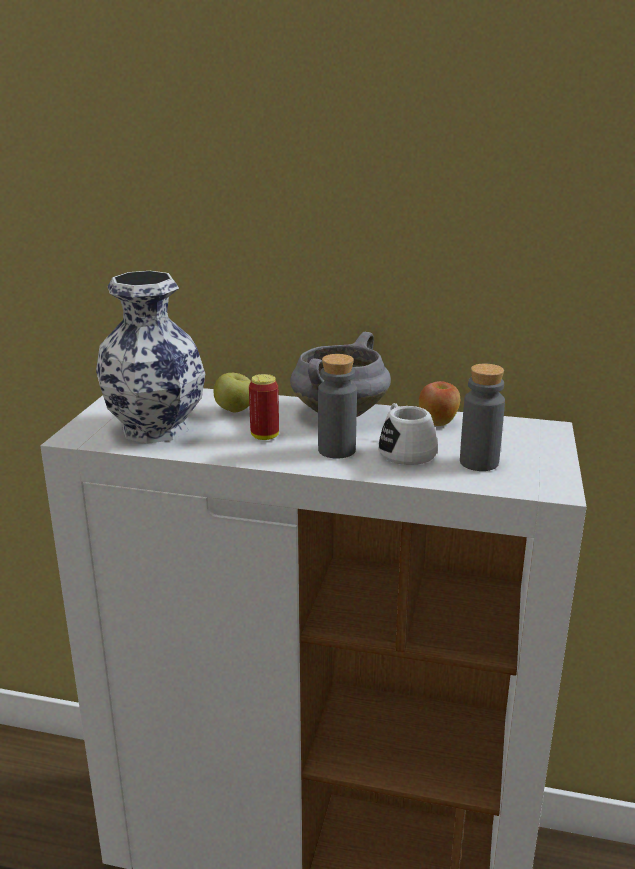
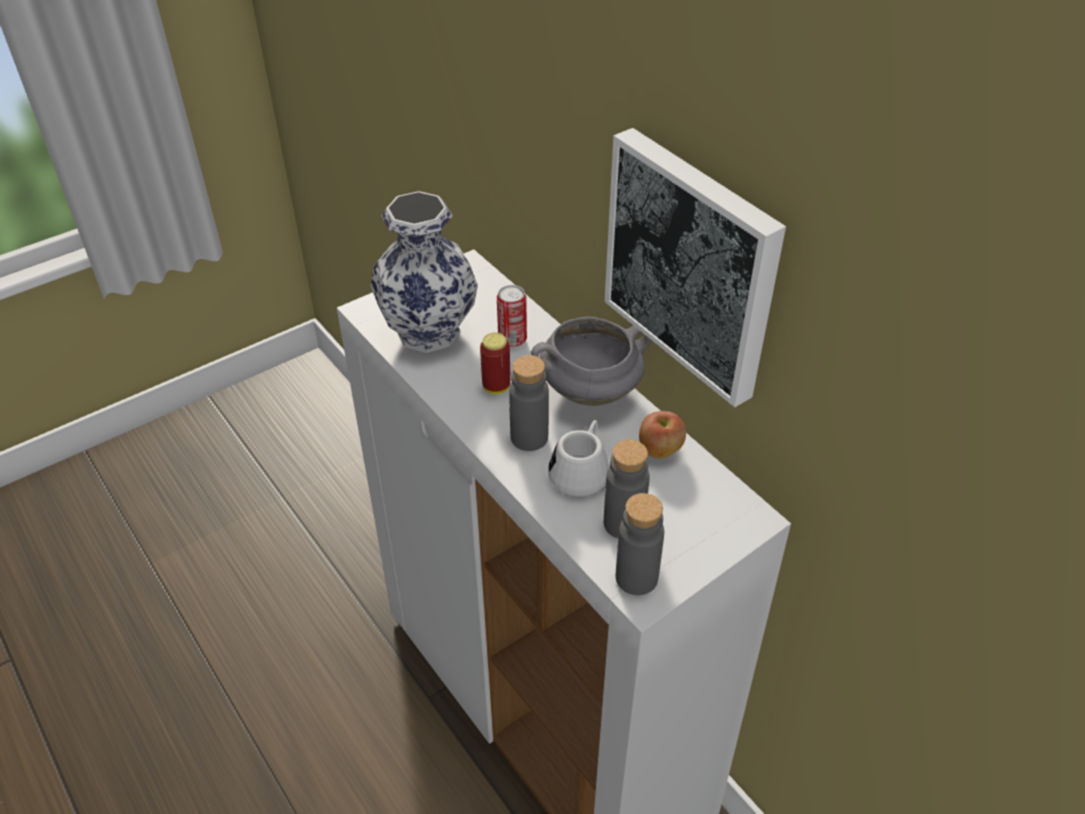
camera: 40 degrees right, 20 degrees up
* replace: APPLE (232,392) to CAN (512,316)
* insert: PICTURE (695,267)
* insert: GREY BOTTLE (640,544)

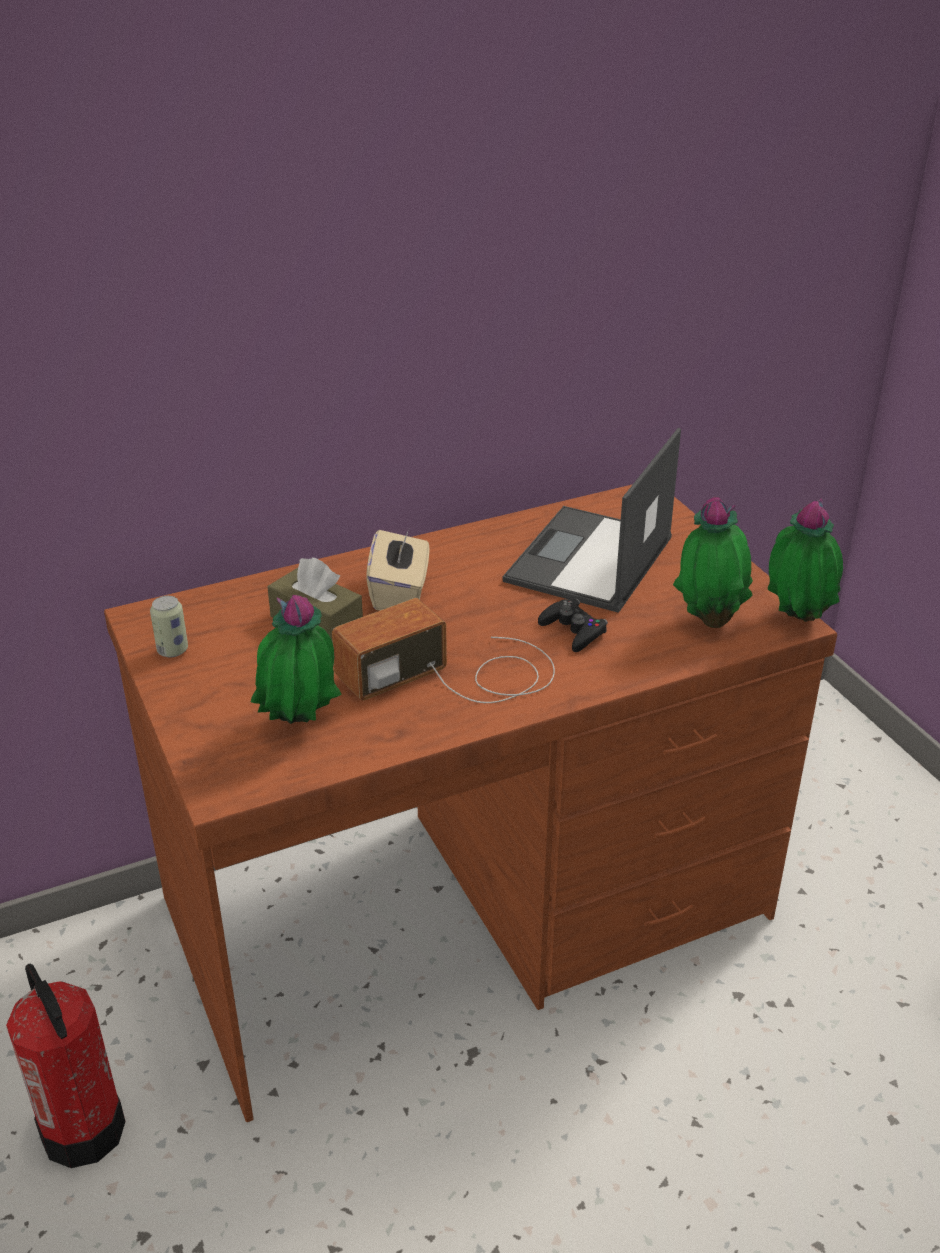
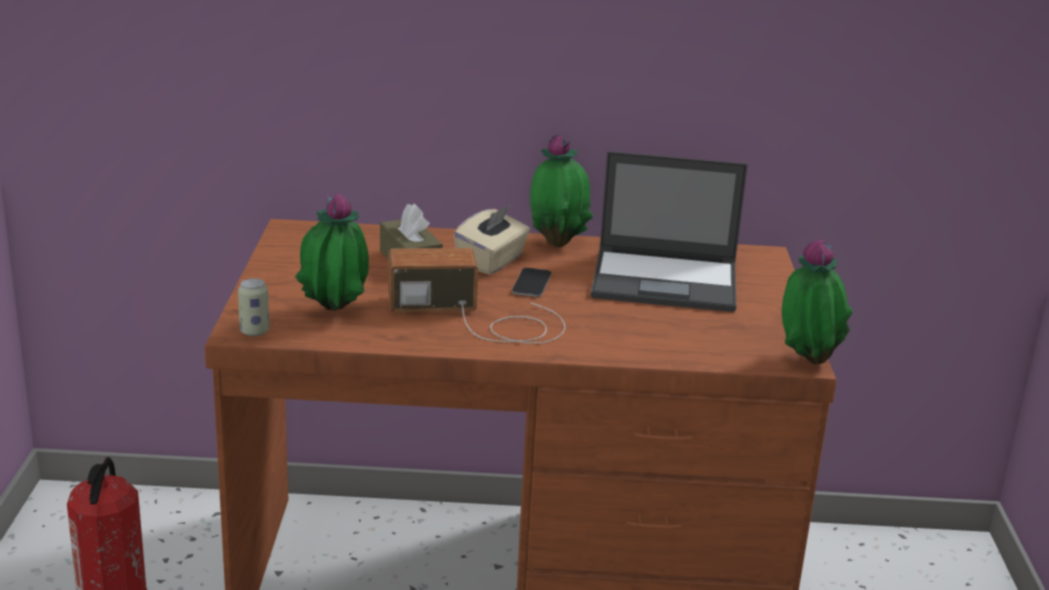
camera: 25 degrees right, 10 degrees down
* move: CAN (169,626) to (253,307)
* insert: PHONE (531,282)
* move: POTTED PLANT (713,562) to (562,190)
* rotate: LAPTOP (591,520) = (669,231) 135 degrees counterclockwise
* delete: BLACK GAME CONTROLLER (573,625)

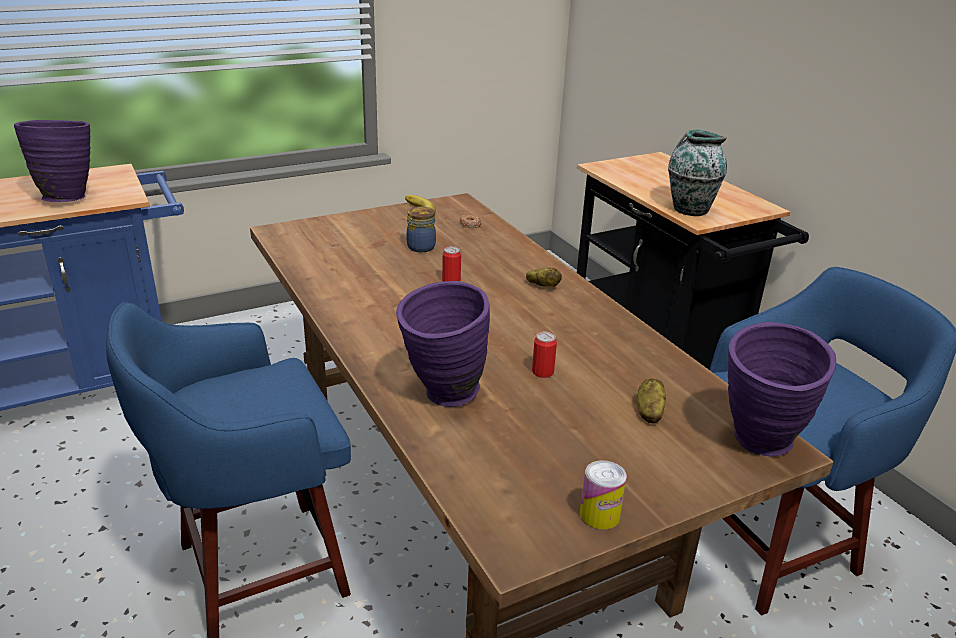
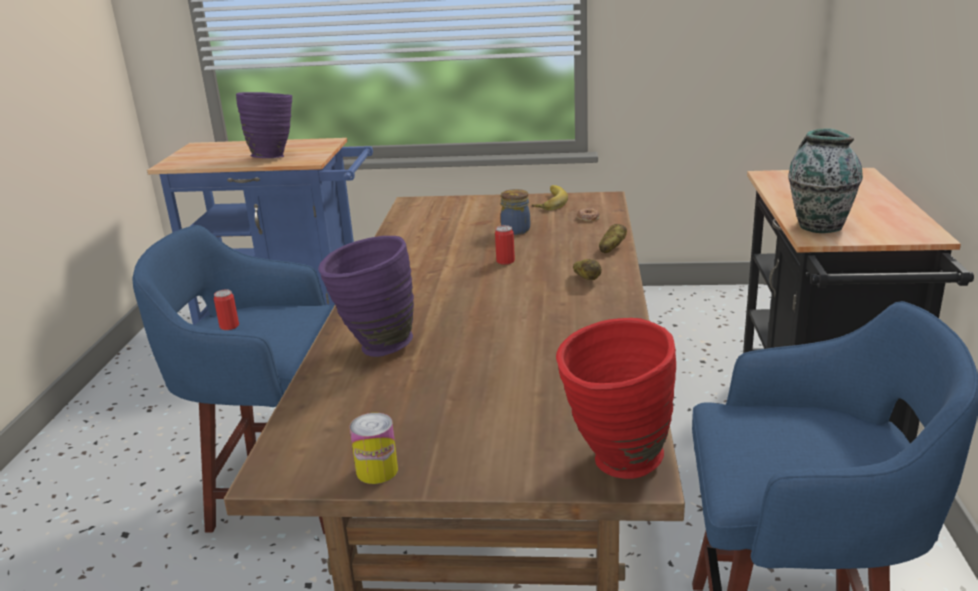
camera: 35 degrees right, 5 degrees down
* move: CAN (544,355) to (226,309)
* recolor: PURPLE VASE (782,389) to RED VASE (616,398)
* move: POTATO (652,401) to (613,238)

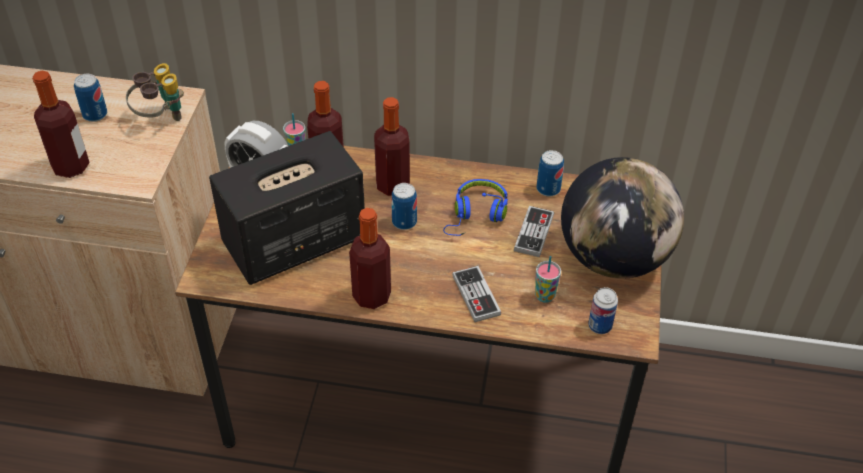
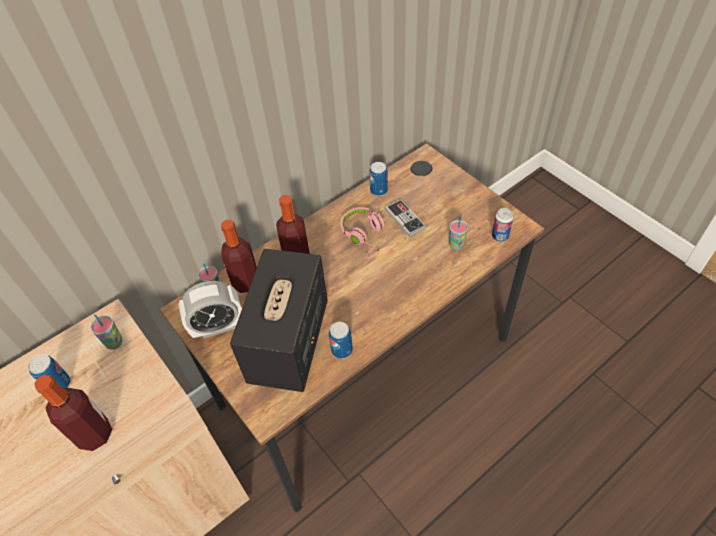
camera: 45 degrees left, 5 degrees up
* replace: BINOCULARS (155,92) to CUP (106,332)
* move: CAN (404,206) to (341,340)
* recolor: BLUE HEADPHONES (475,207) to PINK HEADPHONES (362,233)
* delete: BOTTLE (370,258)
* delete: GAME CONTROLLER (476,294)
* delete: GLOBE (622,218)

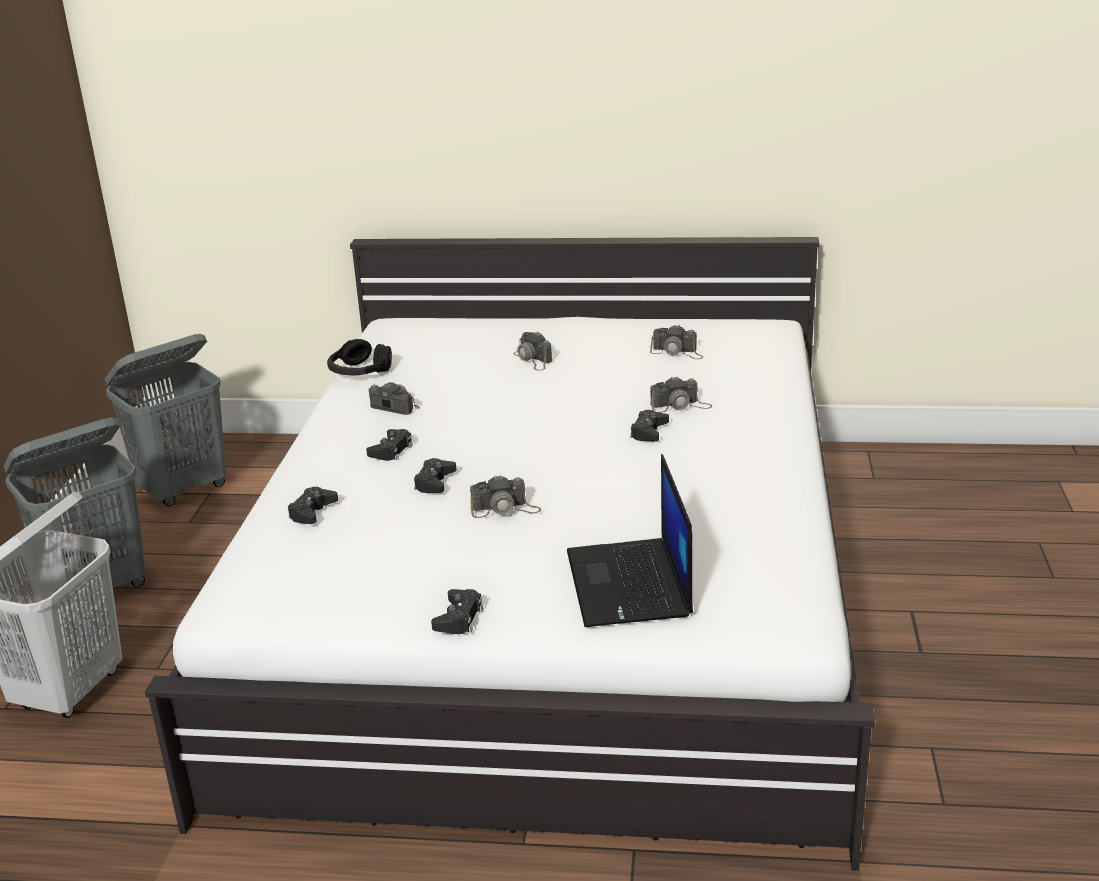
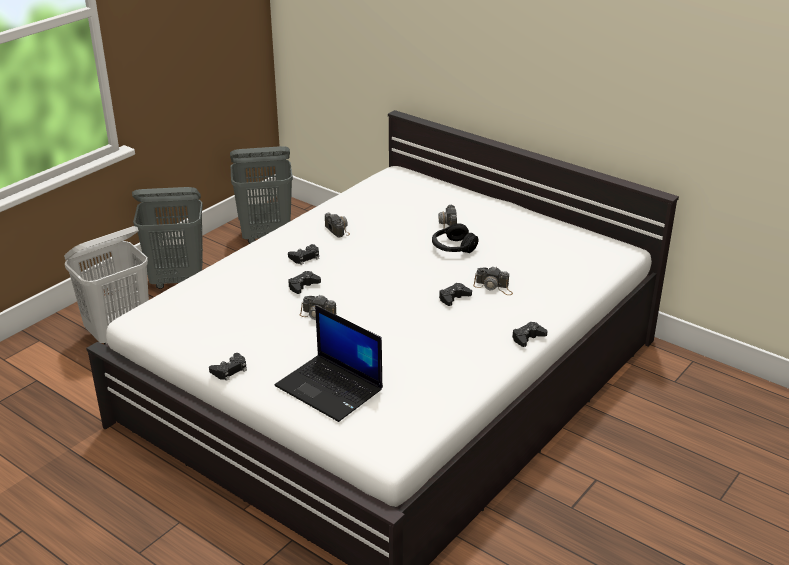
camera: 30 degrees right, 5 degrees up
* rotate: LAPTOP (630,540) = (329,363) 75 degrees counterclockwise
* move: BLACK HEADPHONES (359,357) to (455,238)
* move: BLACK GAME CONTROLLER (313,505) to (529,334)
* delete: PHOTO CAMERA (676,341)

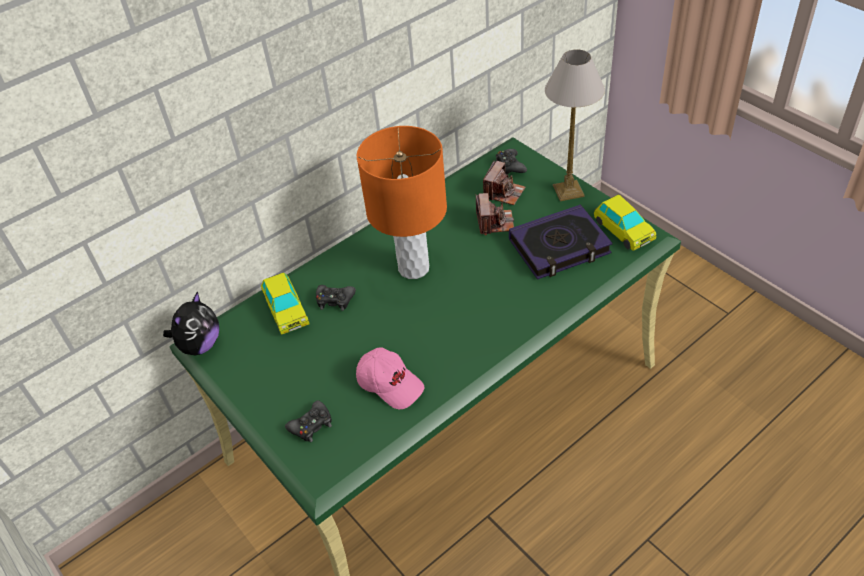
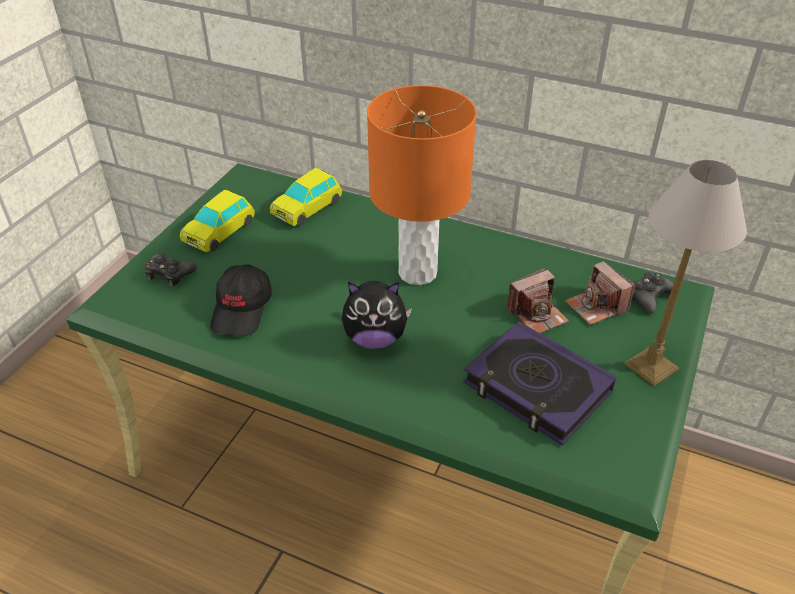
camera: 60 degrees right, 5 degrees down
* move: TOY CAR (625,223) to (217,221)
* recolor: PINK CAP (390,378) to BLACK CAP (241,300)
* move: PLUSH TOY (191,323) to (377,315)
* rotate: PHOTO CAMERA (504,183) = (600,293) 60 degrees clockwise
* delete: BLACK GAME CONTROLLER (336,298)

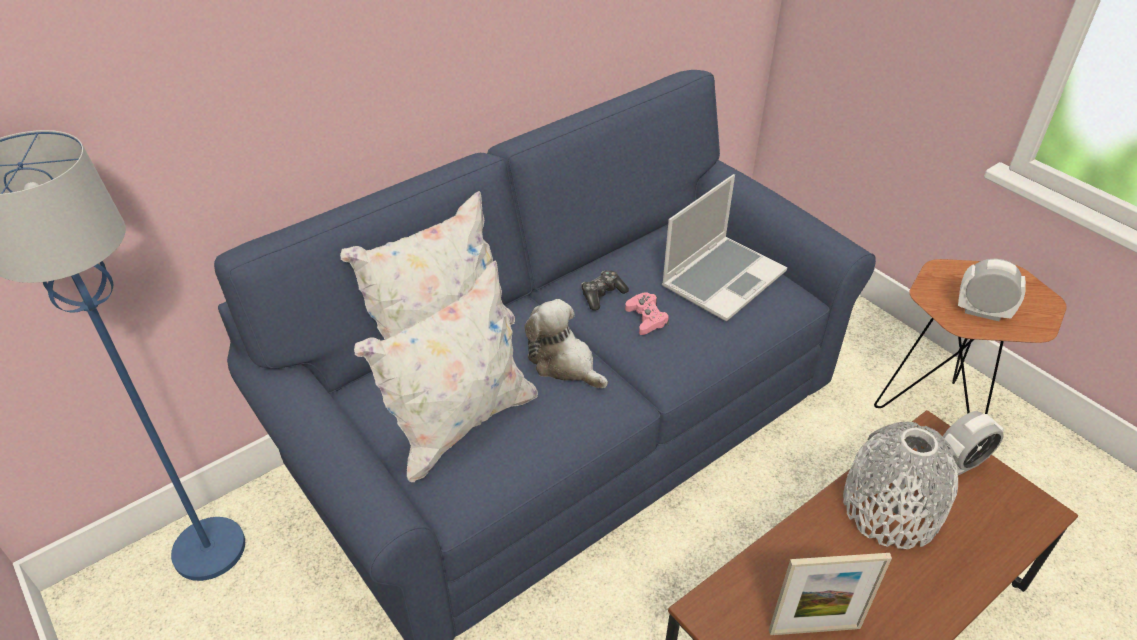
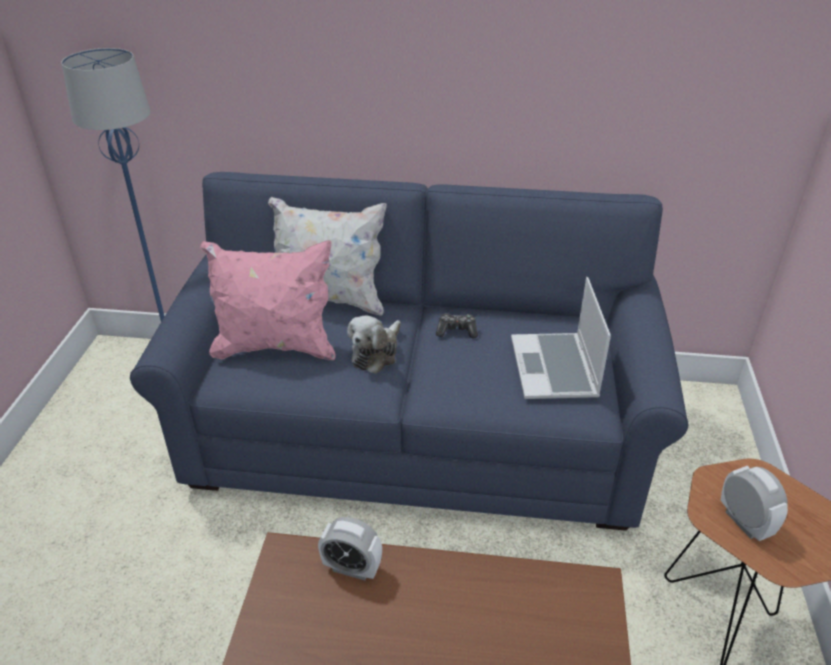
camera: 45 degrees right, 5 degrees down
* recolor: WHITE PILLOW (446,371) to PINK PILLOW (268,300)
* move: ALARM CLOCK (973,443) to (350,548)
* rotate: PLUSH TOY (566,343) = (374,344) 150 degrees counterclockwise
* rotate: LAPTOP (724,248) = (561,338) 90 degrees clockwise
* delete: PINK GAME CONTROLLER (647,314)
* delete: PICTURE FRAME (830,594)
* delete: GREY VASE (900,485)

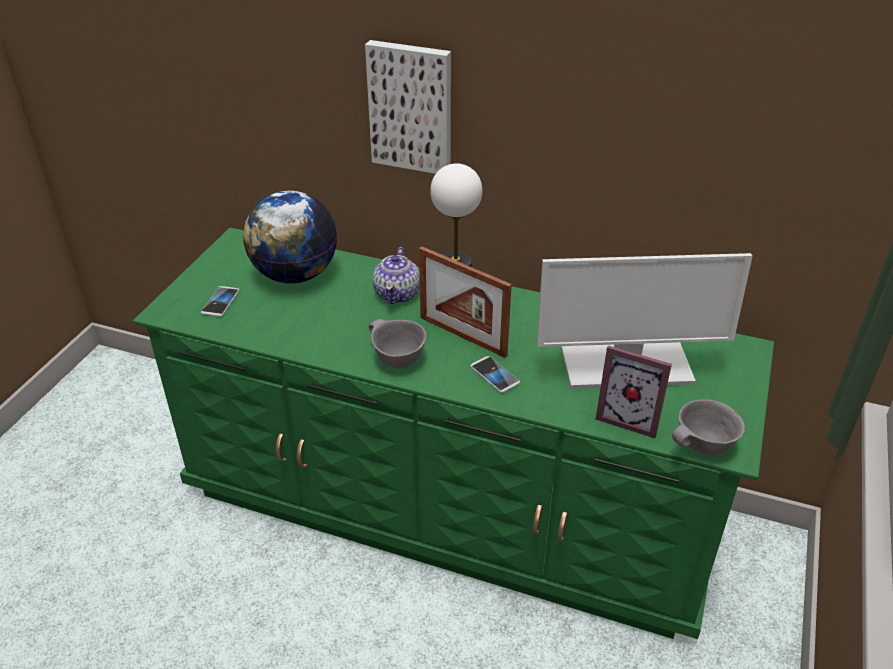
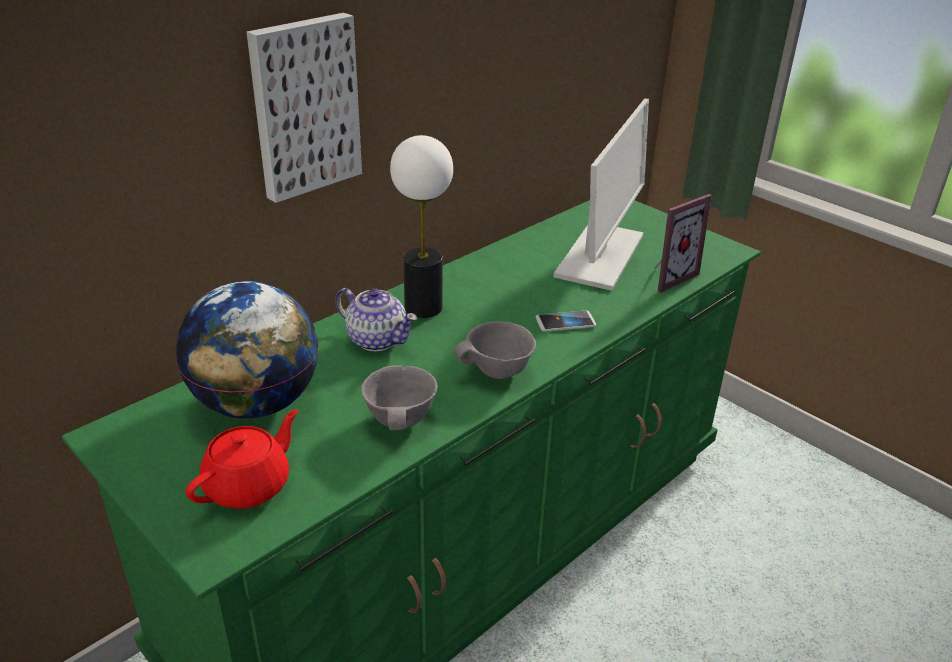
camera: 65 degrees left, 5 degrees down
* replace: PHONE (220,301) to RED TEAPOT (242,459)
* move: GREY BOWL (708,427) to (399,397)
* delete: PICTURE FRAME (465,302)

